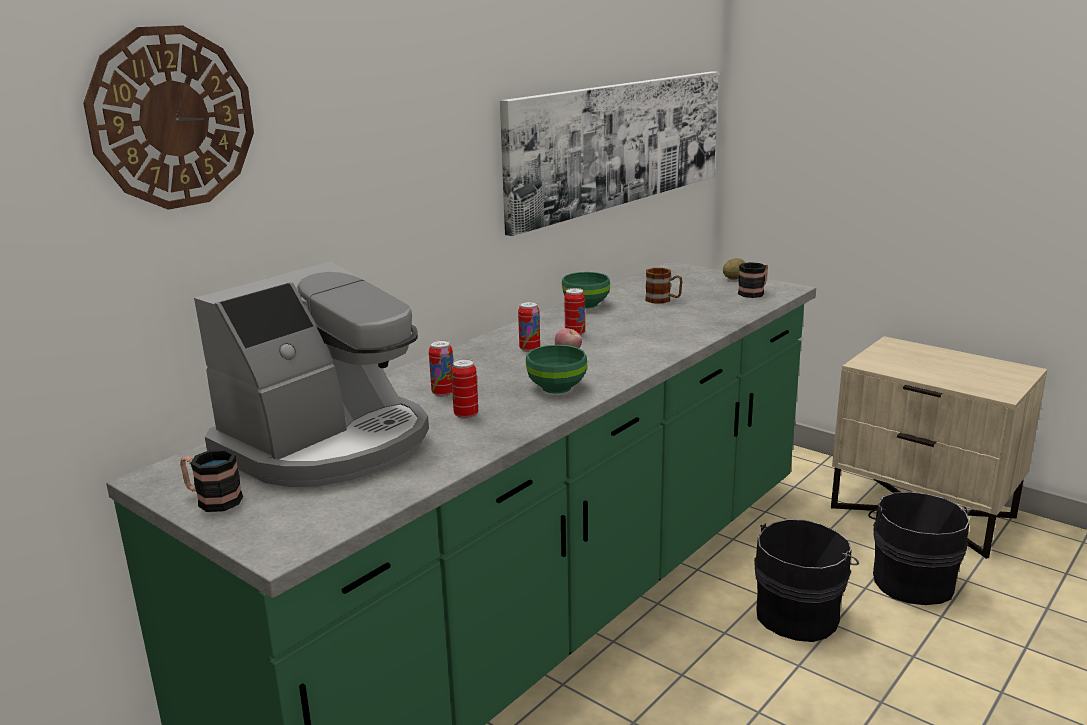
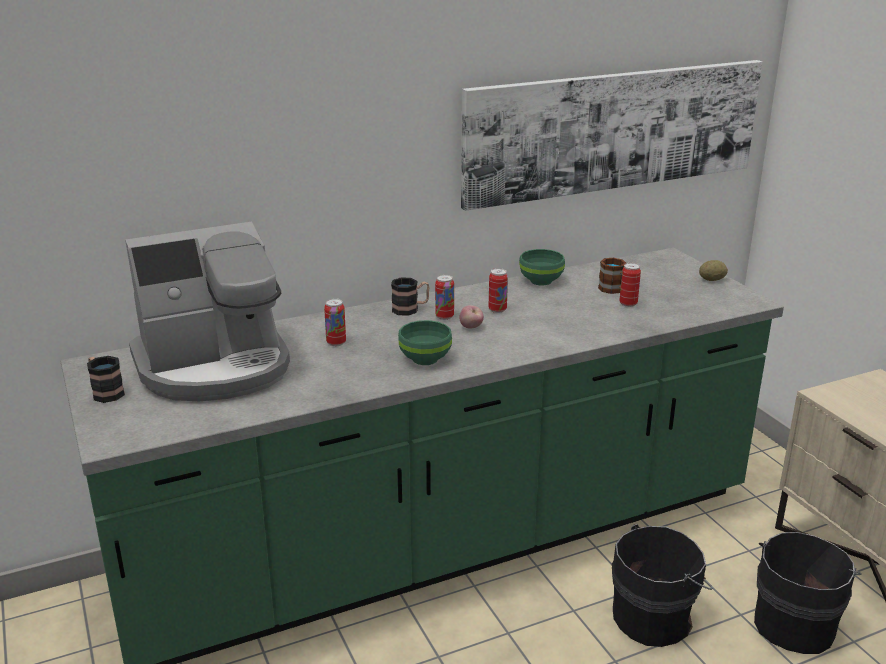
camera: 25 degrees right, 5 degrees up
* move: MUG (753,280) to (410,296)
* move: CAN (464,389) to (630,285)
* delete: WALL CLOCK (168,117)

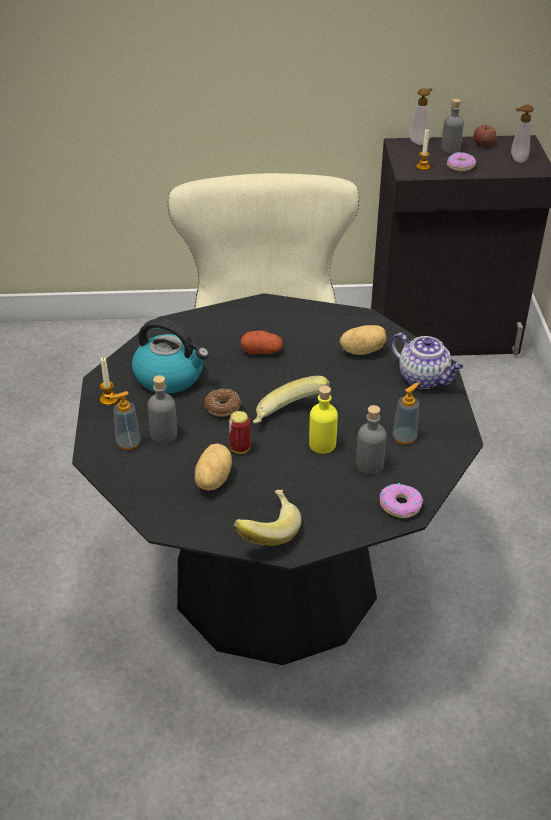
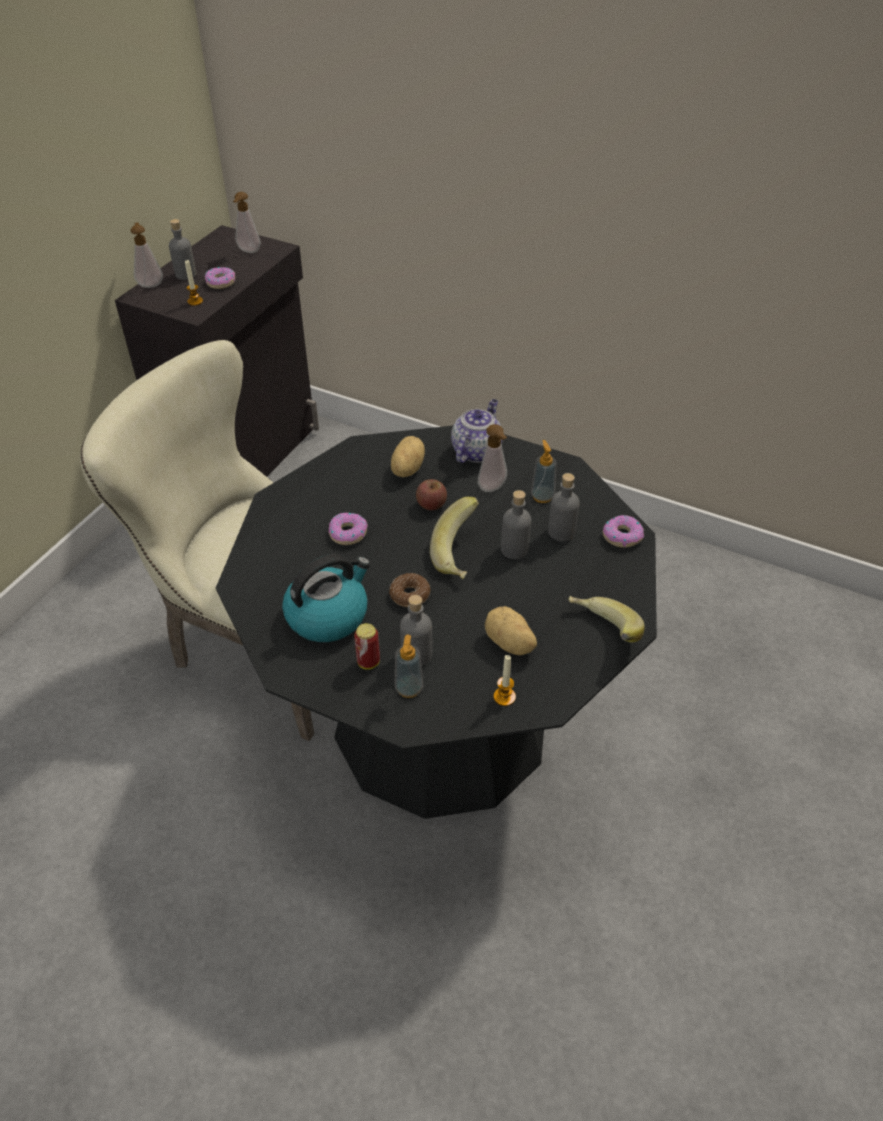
camera: 60 degrees left, 5 degrees up
* replace: POTATO (262,343) to DONUT (348,529)
* move: CAN (239,432) to (367,646)
* move: APPLE (485,136) to (431,494)
* rotate: TEAPOT (427,361) = (477,431) 45 degrees counterclockwise
* insert: SOAP DISPENSER (493,458)
* move: CANDLE (109,381) to (505,680)
* recolor: YELLOW BOTTLE (323,419) to GREY BOTTLE (516,524)

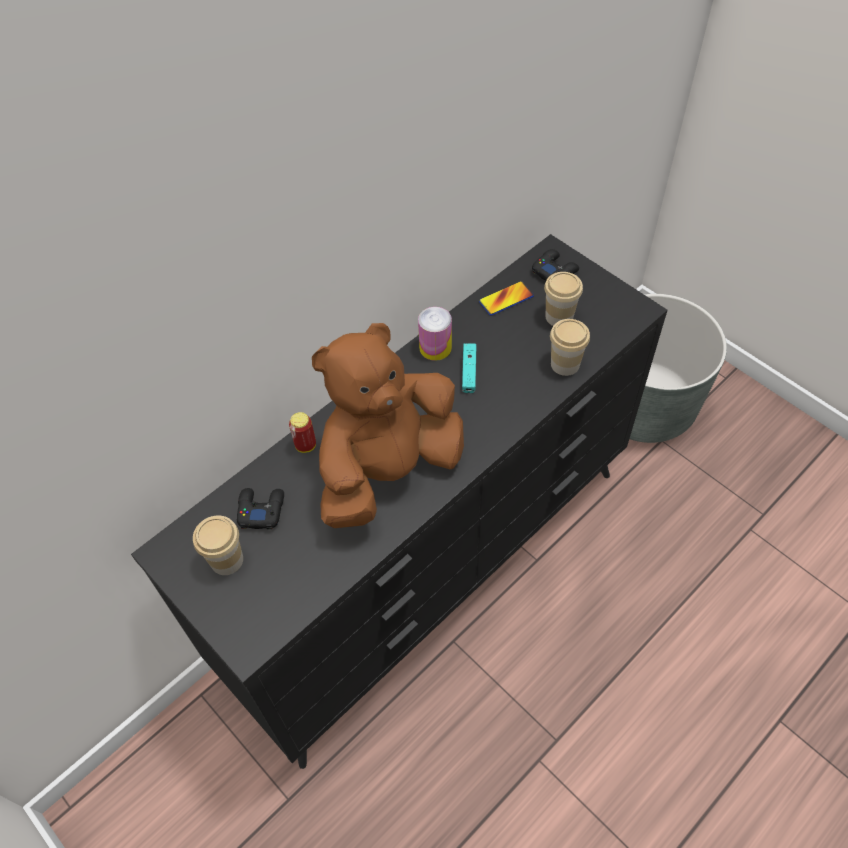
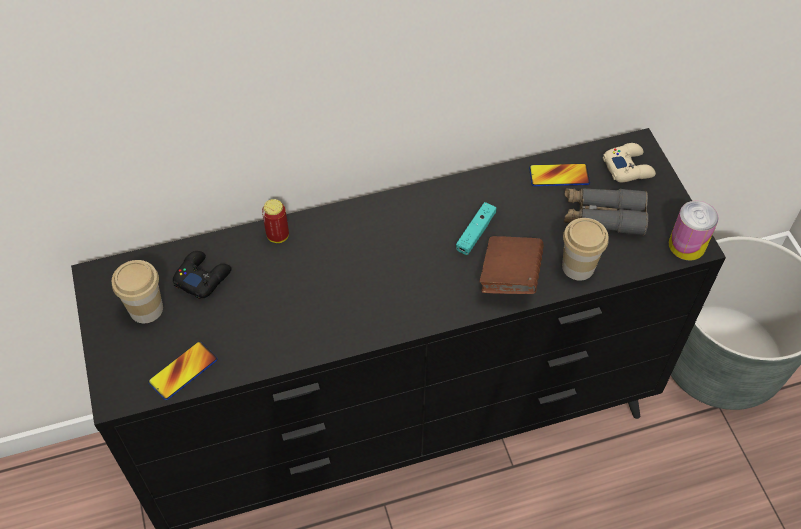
camera: 25 degrees right, 0 degrees up
* insert: PHONE (183,370)
* insert: BROWN BOOK (512,265)
* replace: CUP (563,299) to GREY BINOCULARS (606,212)
* recolor: BLACK GAME CONTROLLER (555,265) to BEIGE GAME CONTROLLER (629,162)
* move: CAN (435,334) to (694,230)
* delete: BROWN PLUSH TOY (388,425)

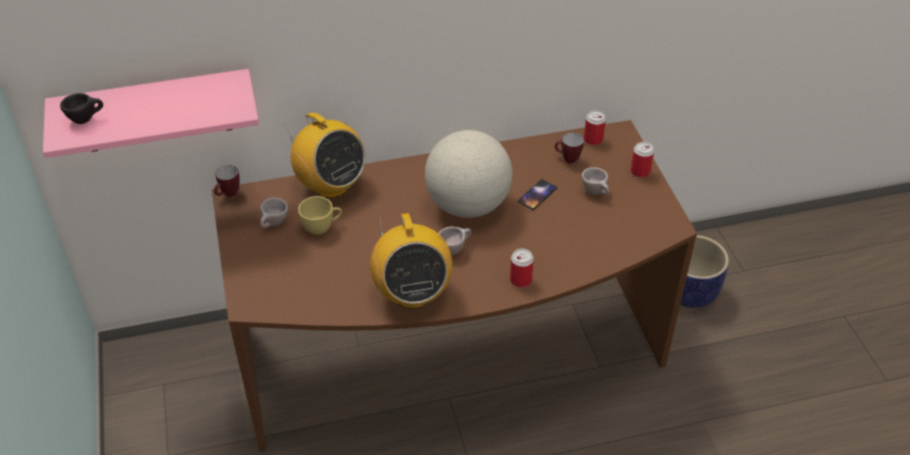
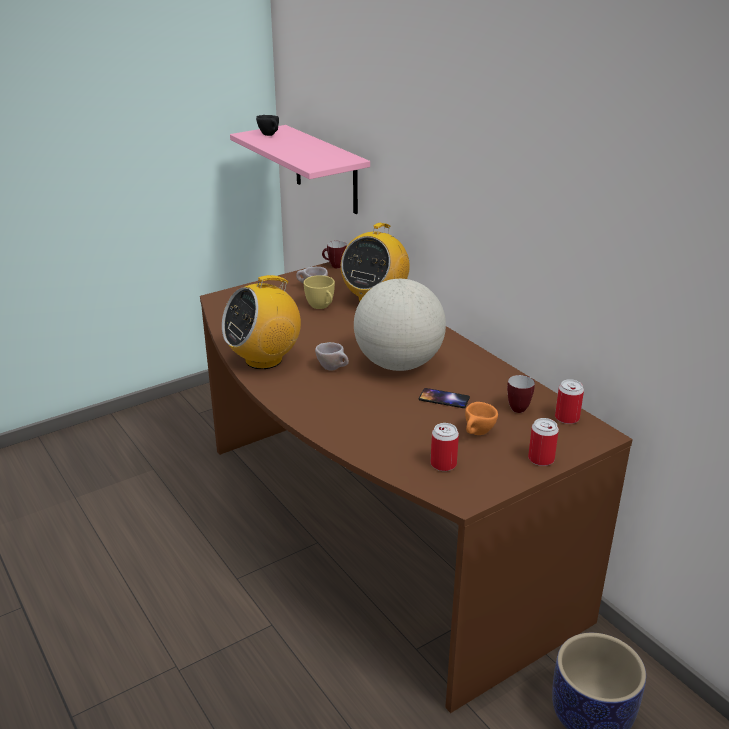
camera: 70 degrees right, 15 degrees down
* move: CAN (522,268) to (445,447)
* recolor: BEIGE CUP (595,181) to ORANGE CUP (481,418)

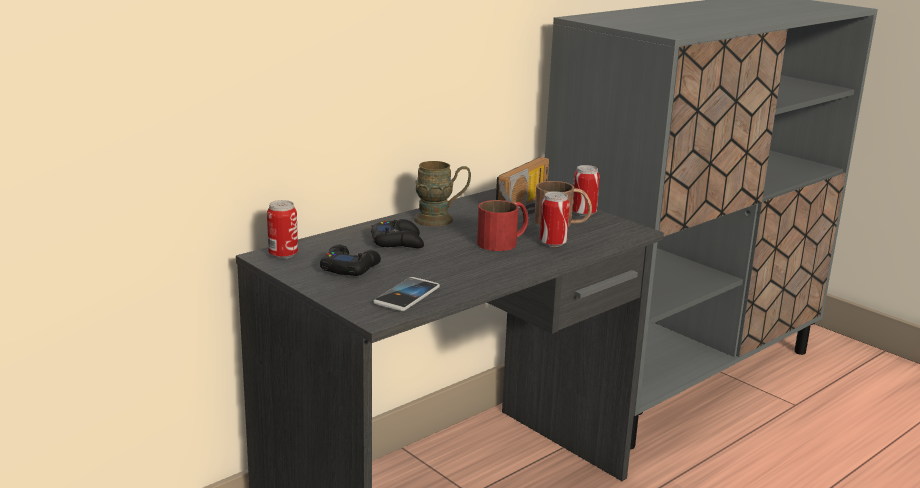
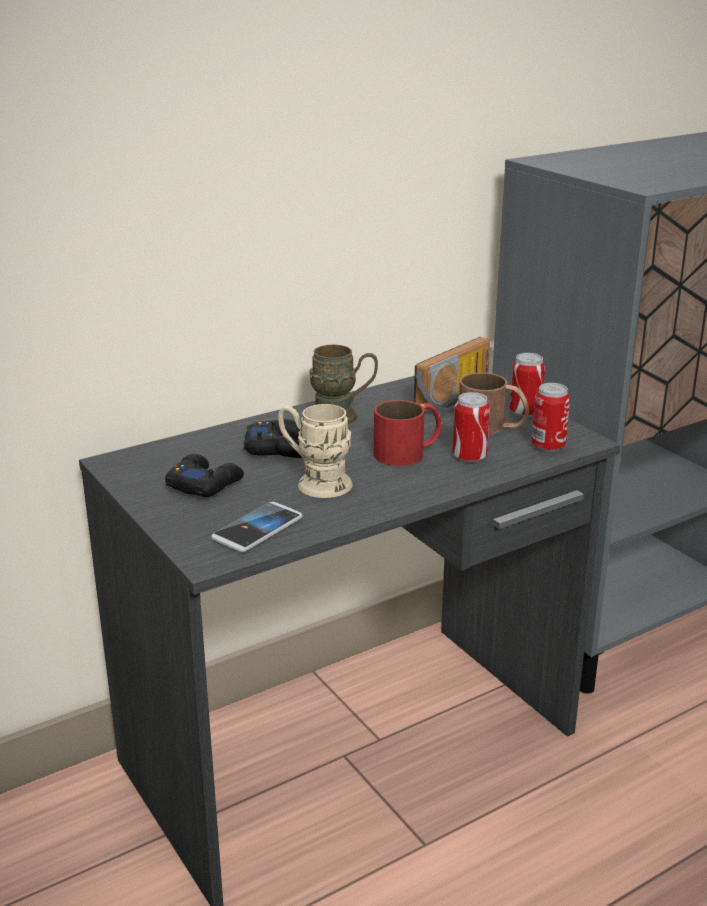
camera: 10 degrees right, 5 degrees up
* insert: BEIGE MUG (315,451)
* move: CAN (282,229) to (550,417)

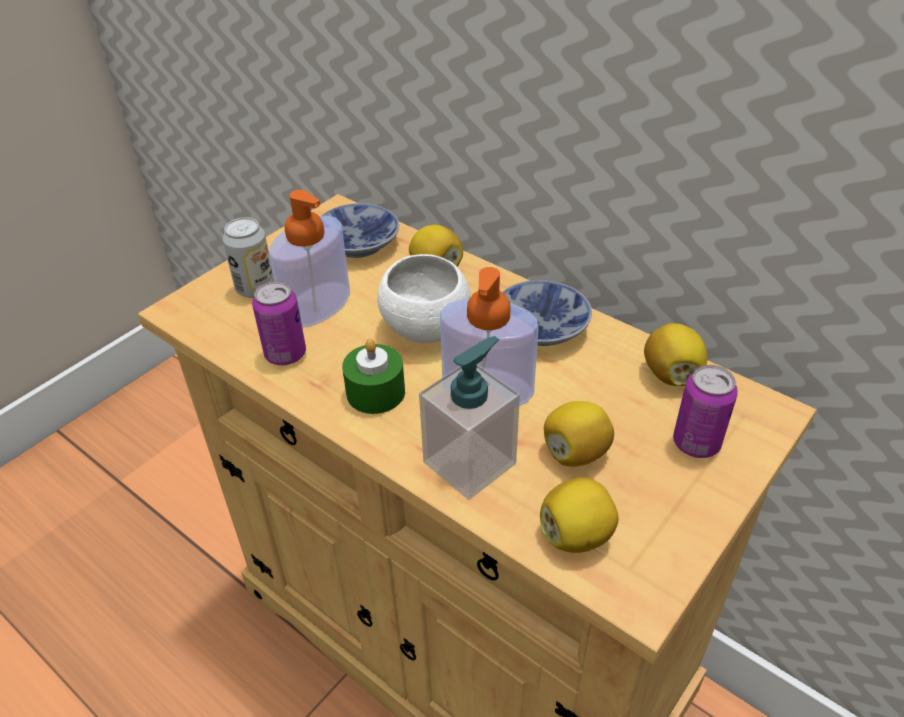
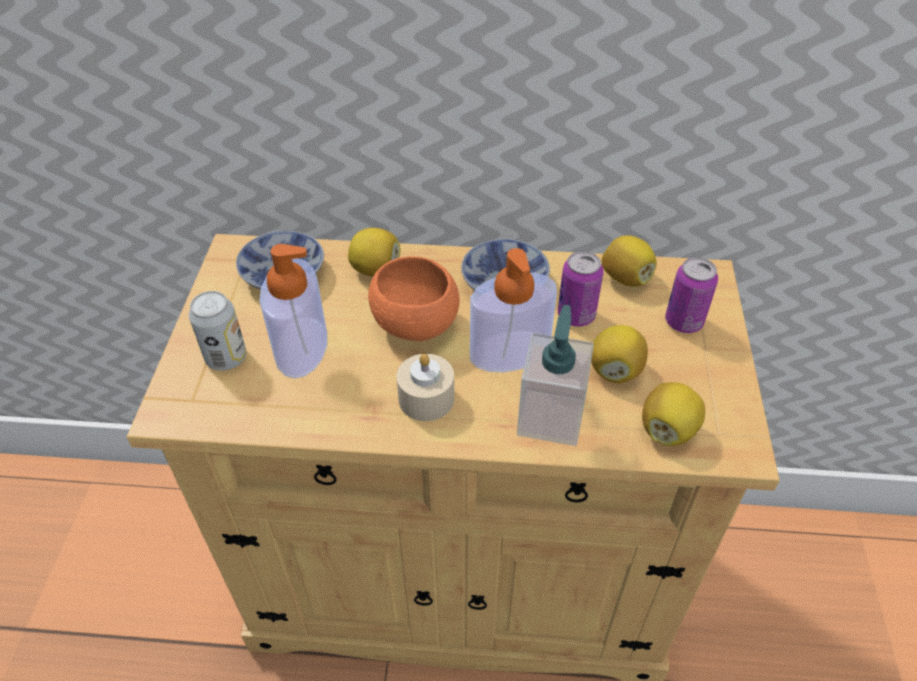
camera: 35 degrees left, 5 degrees up
* recolor: WHITE BOWL (424,298) to ORANGE BOWL (414,298)
* recolor: GREEN CANDLE (373,376) to BEIGE CANDLE (425,387)
* move: CAN (279,323) to (580,289)

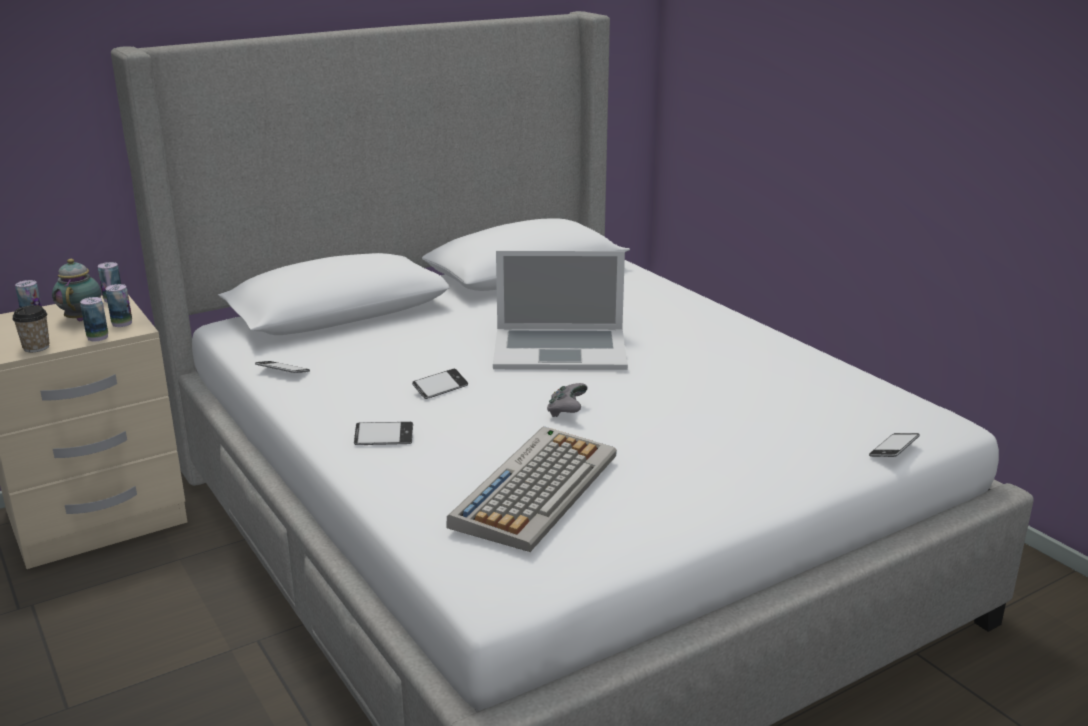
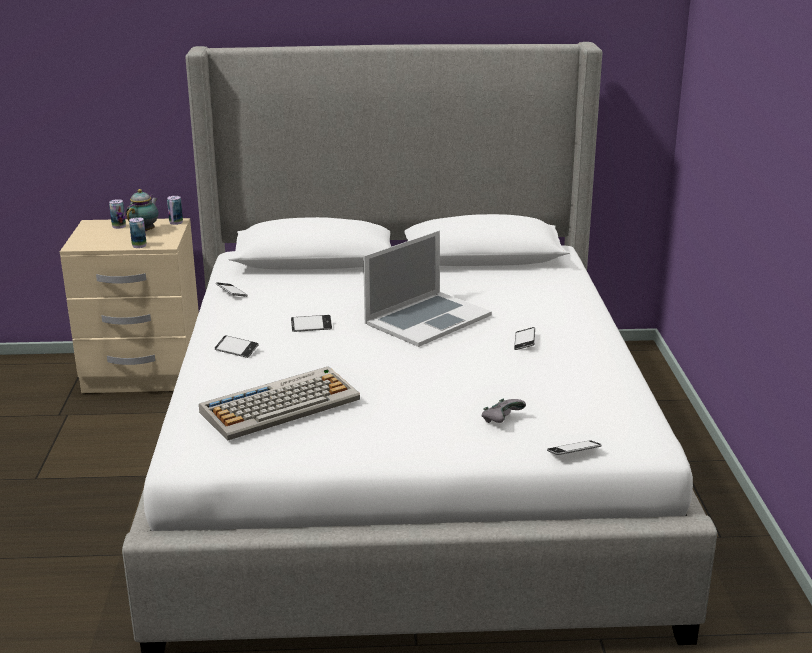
camera: 30 degrees right, 0 degrees up
* rotate: LAPTOP (560,310) = (427,289) 75 degrees counterclockwise
* move: GREY GAME CONTROLLER (567,400) to (504,411)
* insert: PHONE (524,338)
* delete: CUP (31,328)
* delete: CAN (119,305)

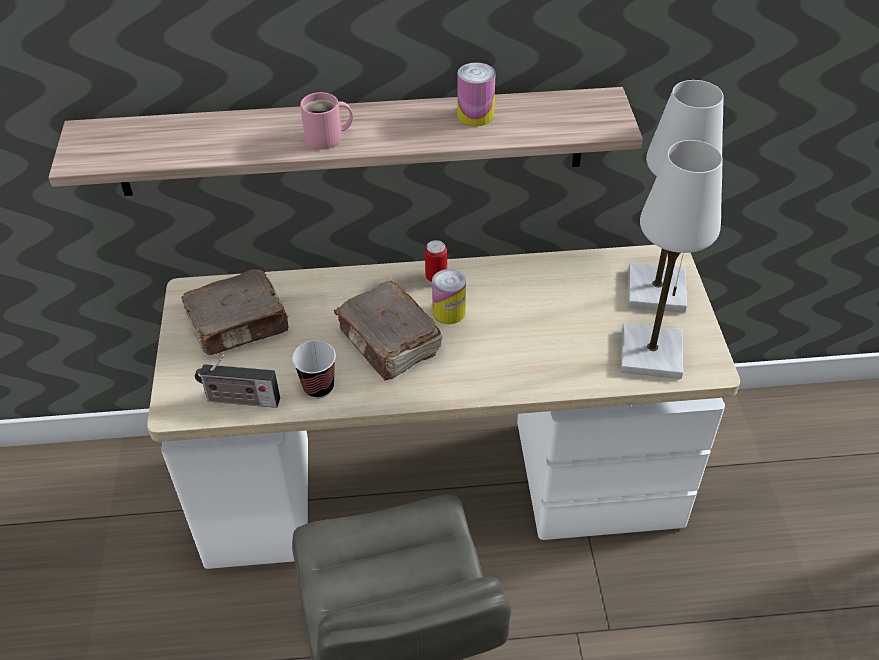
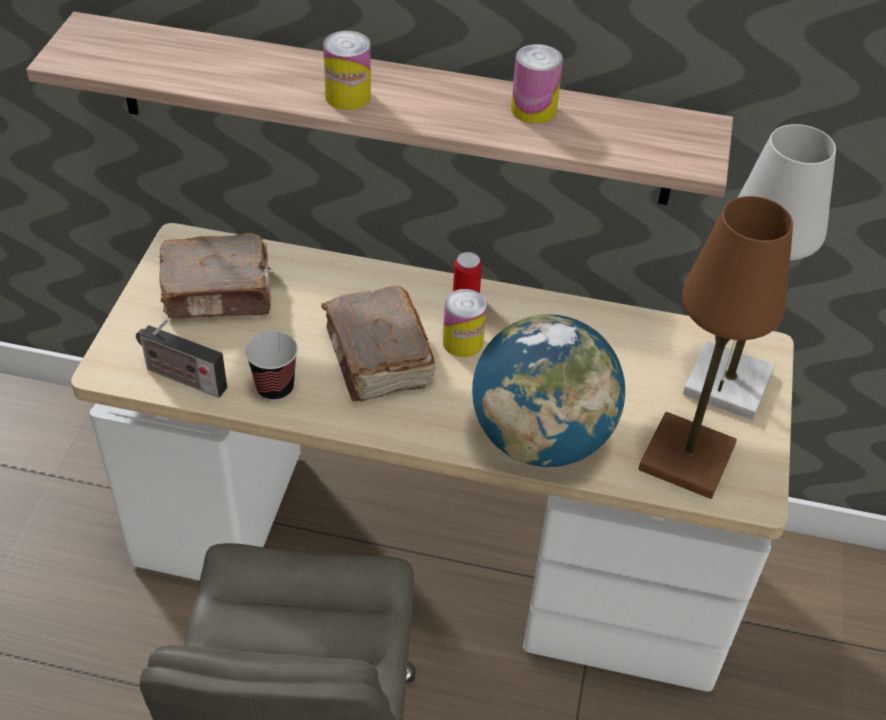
camera: 15 degrees right, 0 degrees up
* replace: PINK MUG (326,120) to CAN (347,70)
* insert: GLOBE (548,390)
* recolor: WHITE TABLE LAMP (671,259) to BROWN TABLE LAMP (716,347)

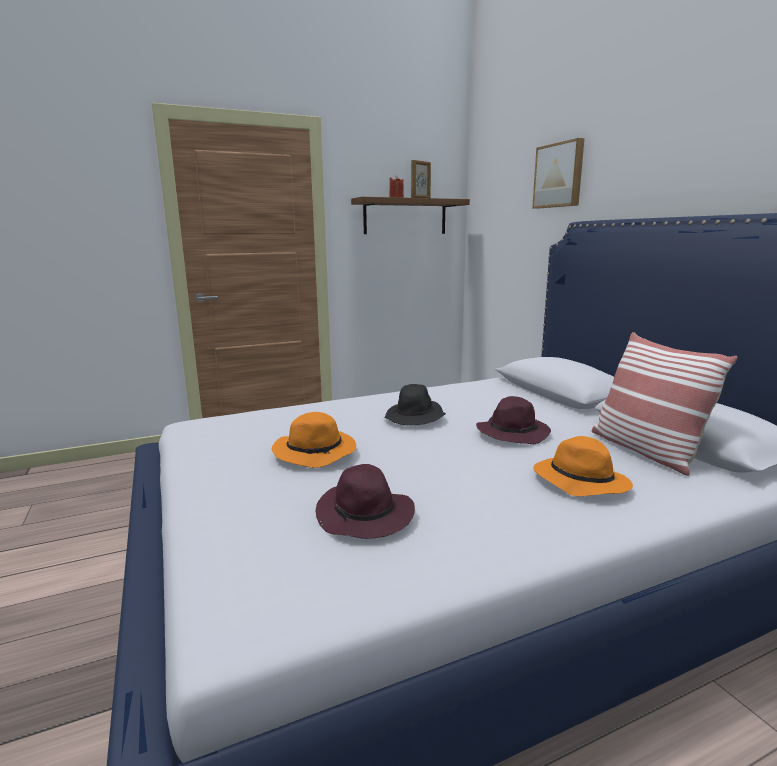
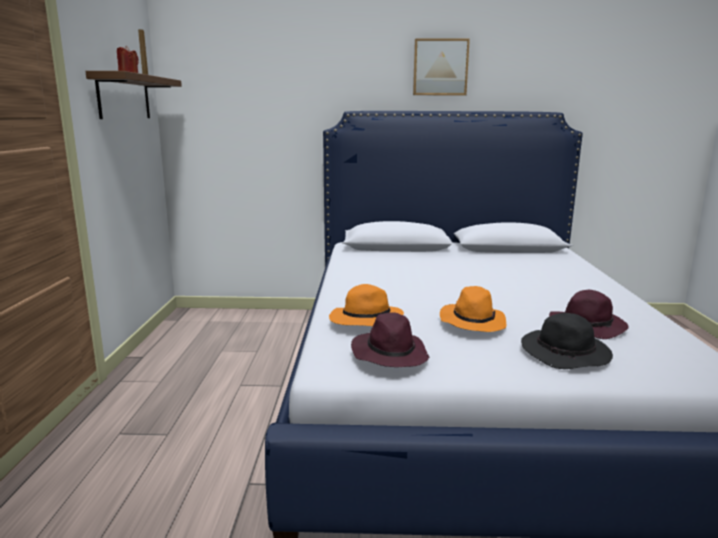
camera: 65 degrees left, 0 degrees up
* move: ORANGE HAT (583,466) to (366,305)
* move: PURPLE HAT (513,420) to (390,339)
* move: PICTURE (558,173) to (441,67)
* move: BLACK HAT (415,405) to (567,341)
* delete: PILLOW (665,404)

